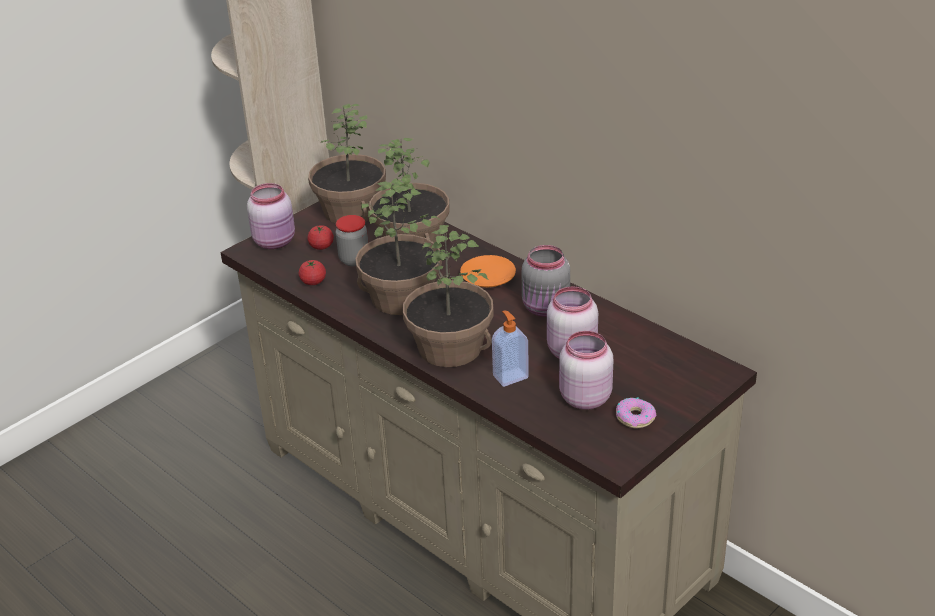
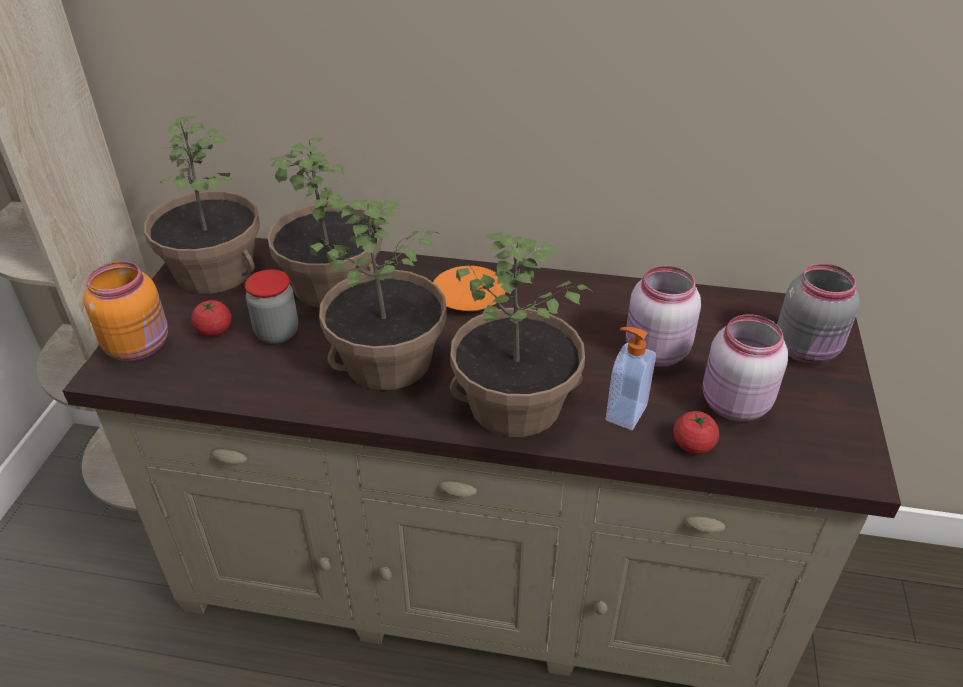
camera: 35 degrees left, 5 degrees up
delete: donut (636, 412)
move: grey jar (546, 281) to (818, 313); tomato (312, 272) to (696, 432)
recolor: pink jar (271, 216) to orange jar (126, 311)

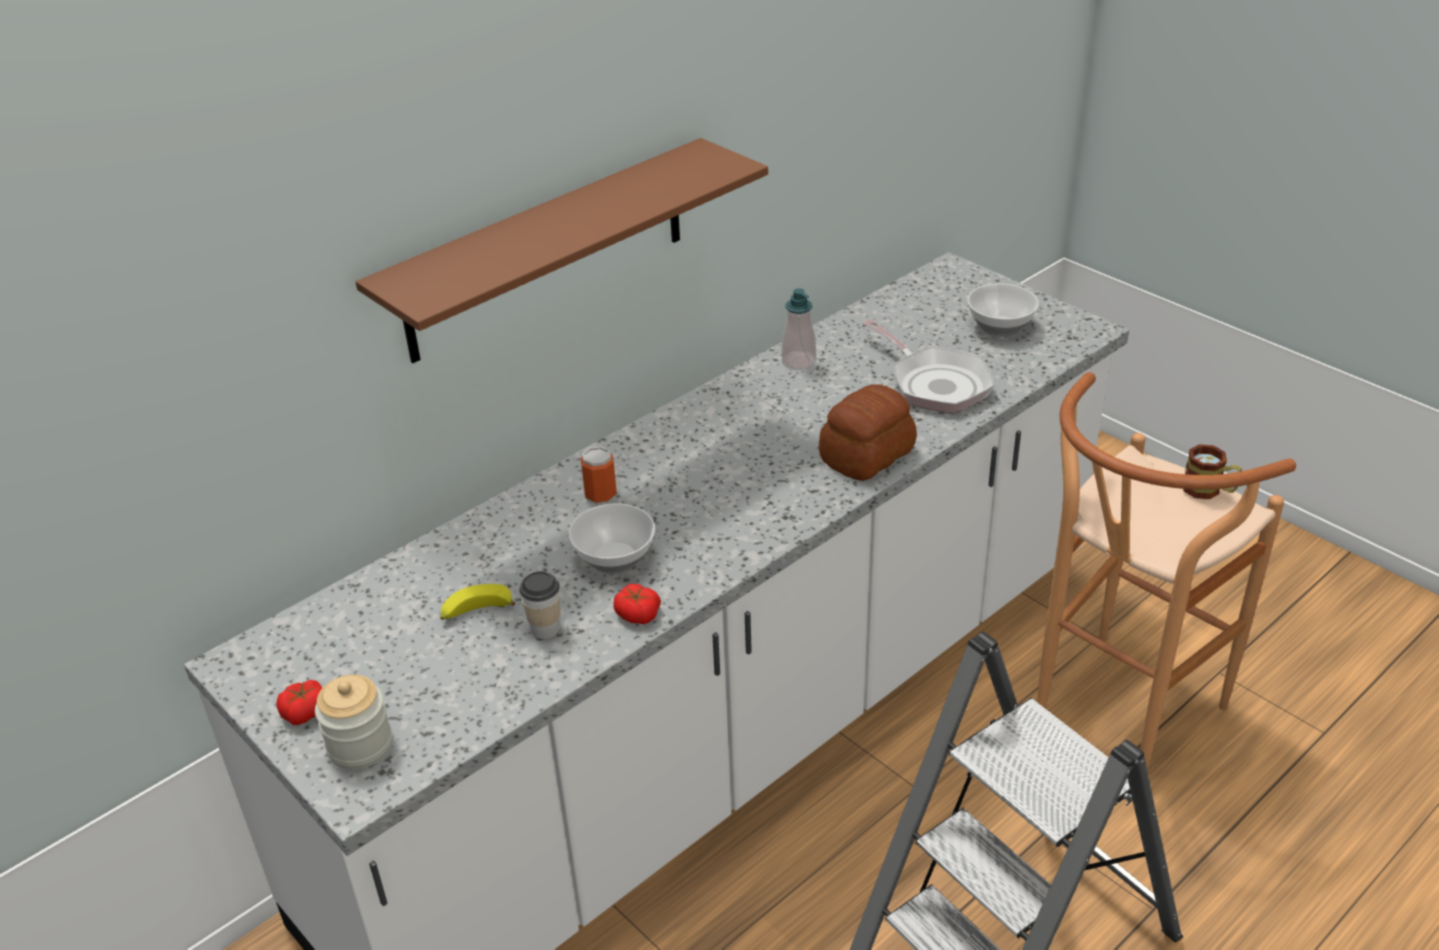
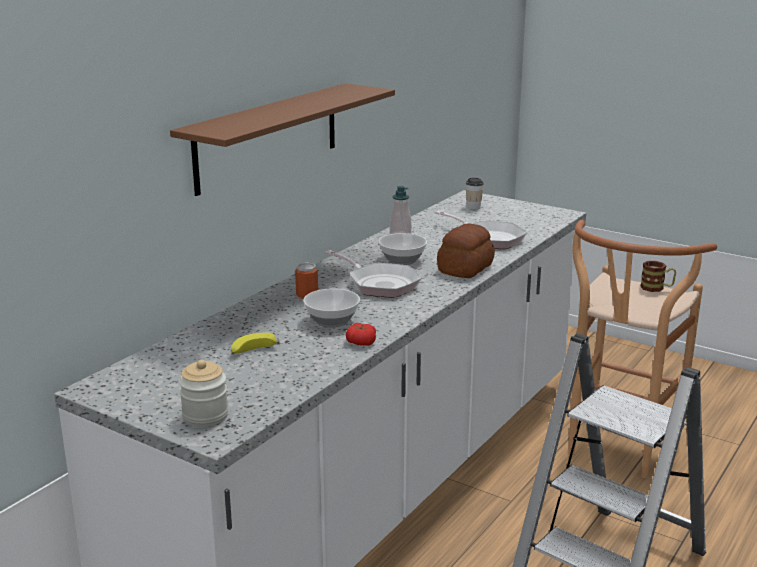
camera: 15 degrees left, 15 degrees down
delete: tomato (299, 702)
insert: frying pan (373, 274)
move: bowl (1003, 310) to (402, 249); cup (539, 605) to (475, 194)

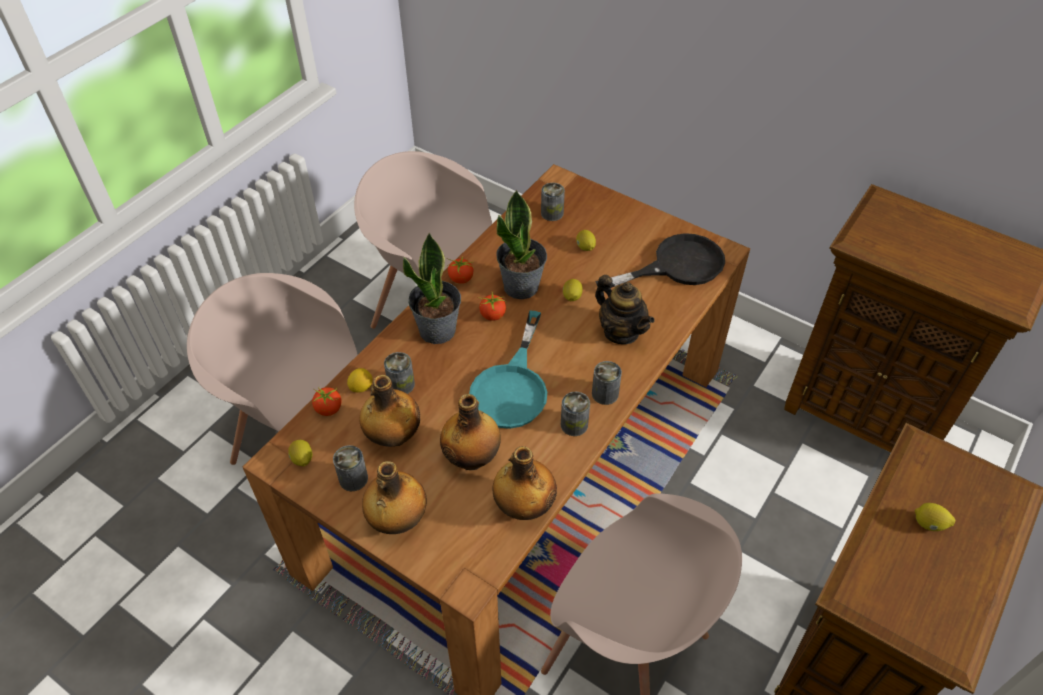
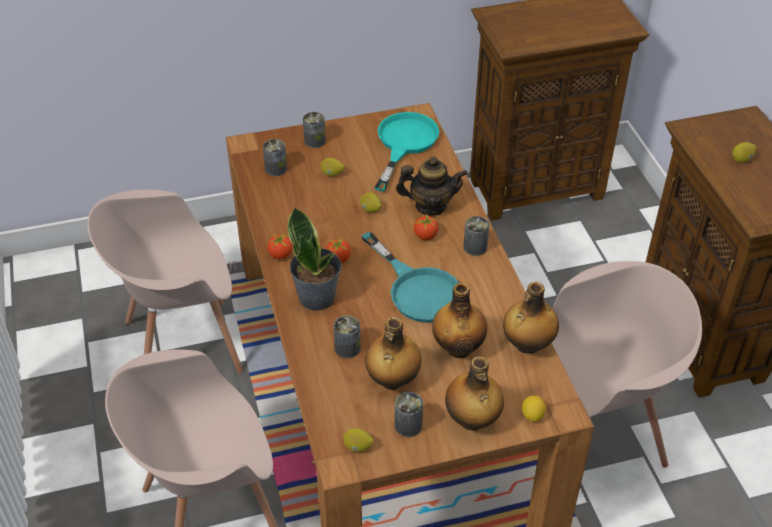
camera: 50 degrees left, 5 degrees down
delete: potted plant (521, 244)
move: lemon (360, 380) to (534, 409); tomato (326, 401) to (427, 227); can (575, 414) to (314, 130)
recolor: black frying pan (660, 260) to turquoise frying pan (406, 152)

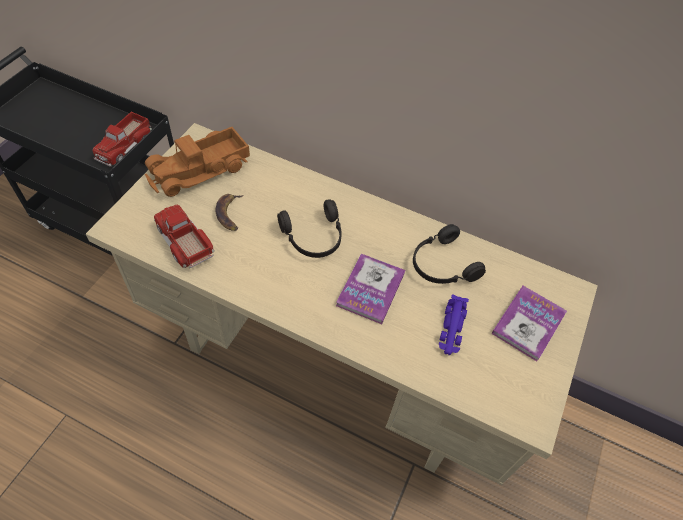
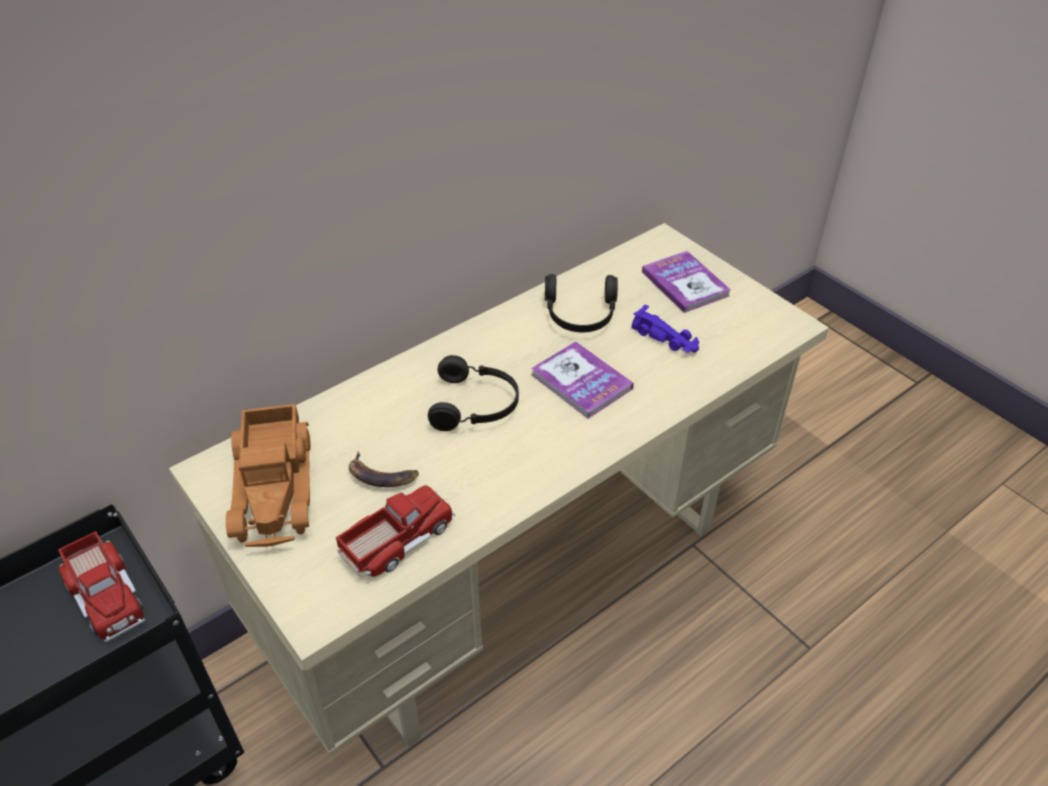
camera: 60 degrees left, 10 degrees down
rotate: toy truck (184, 236) = (395, 531) 150 degrees clockwise

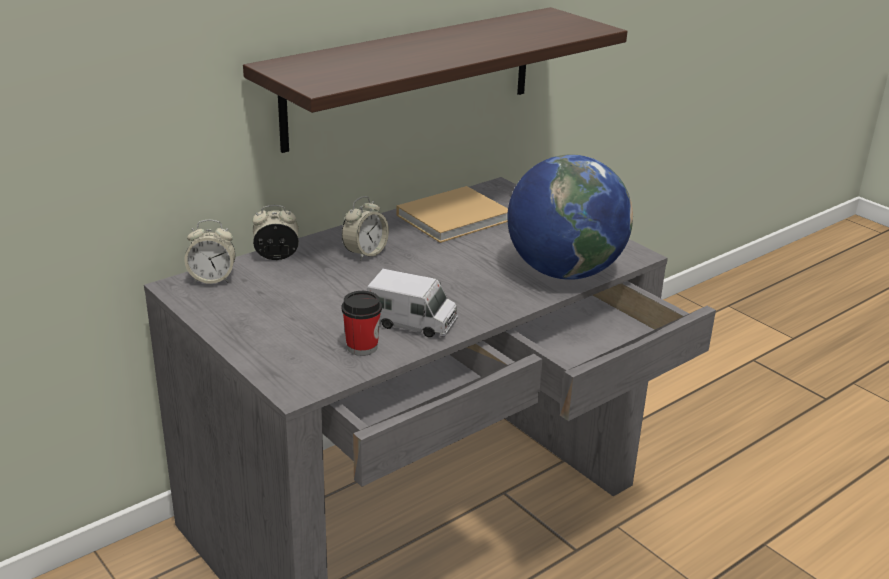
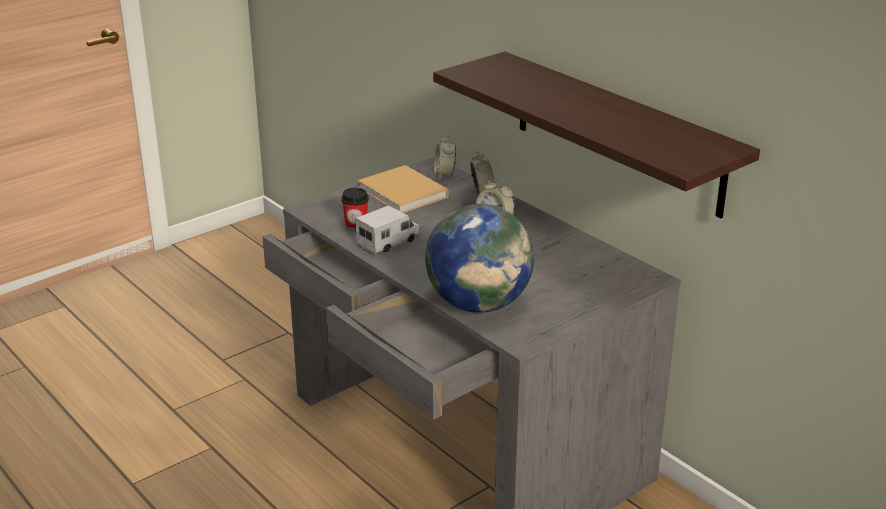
camera: 90 degrees right, 0 degrees up
move: beige book (452, 214) to (402, 189)
rotate: toy truck (412, 303) = (388, 230) 150 degrees counterclockwise

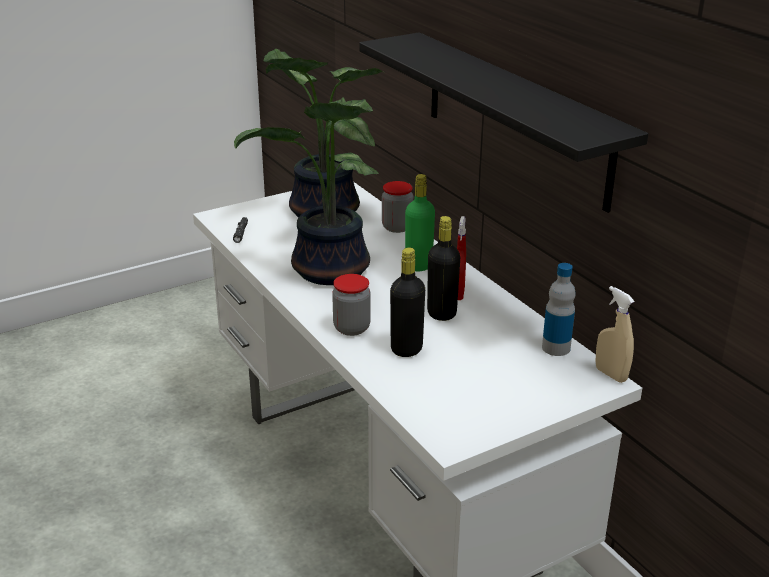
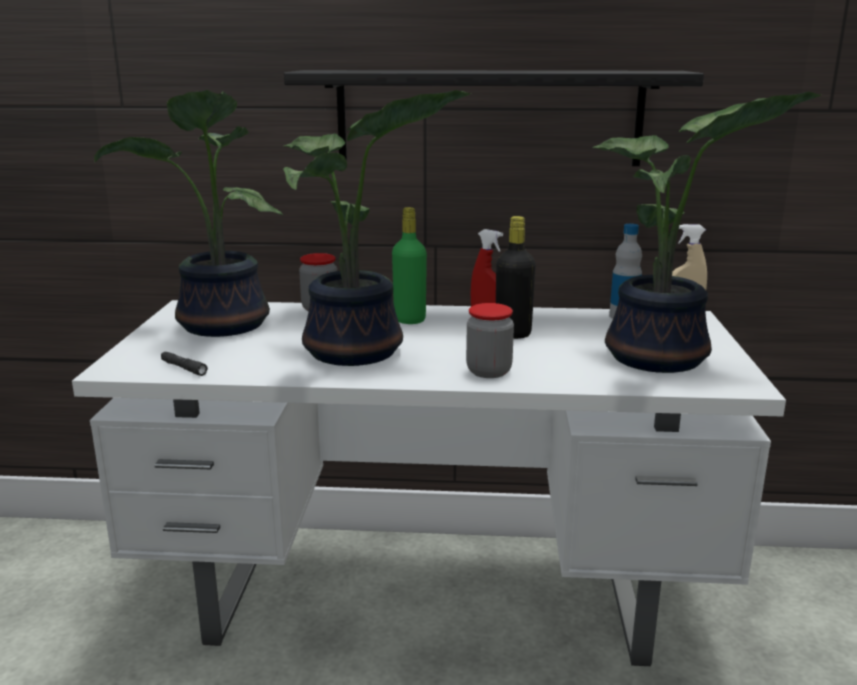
camera: 55 degrees left, 10 degrees down
delete: black bottle (407, 302)
insert: potted plant (706, 232)

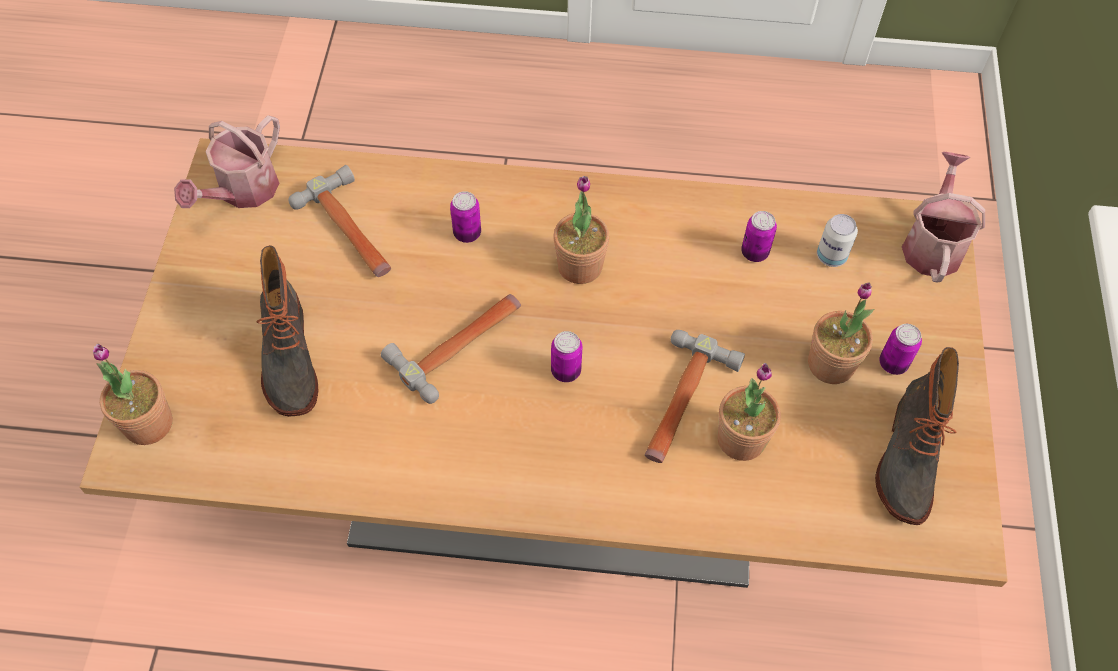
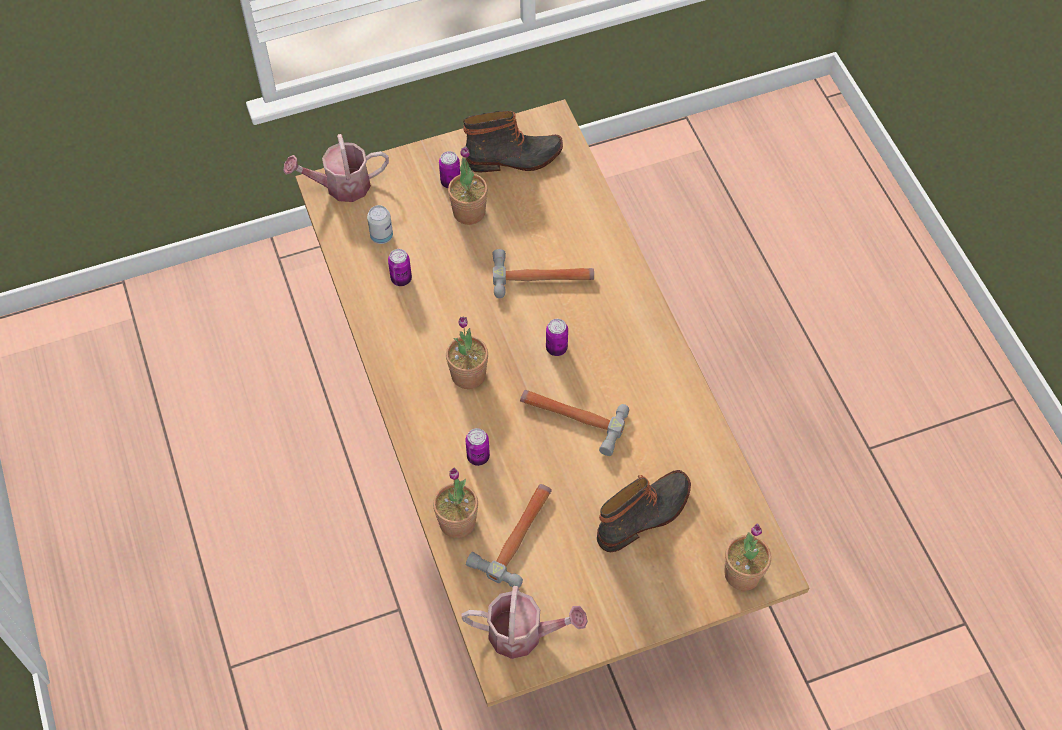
camera: 115 degrees left, 0 degrees up
move: potted plant (749, 412) to (455, 503)

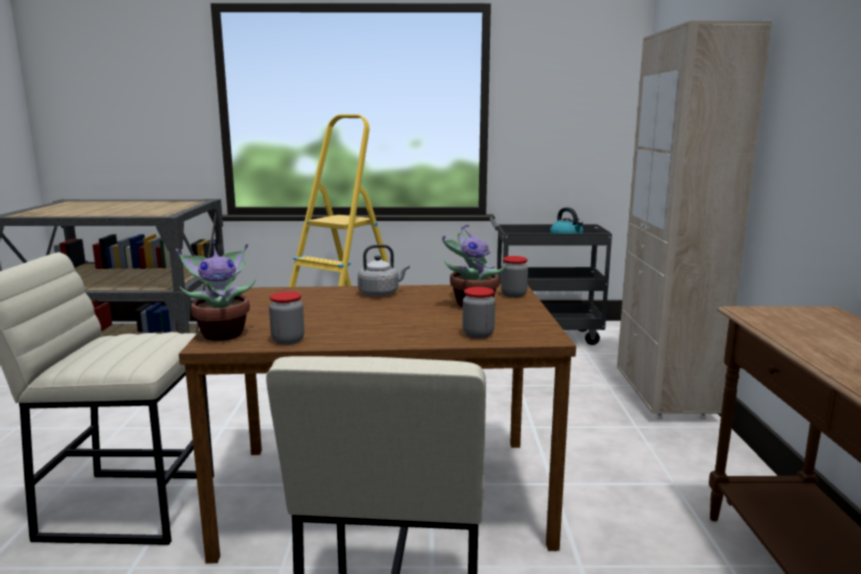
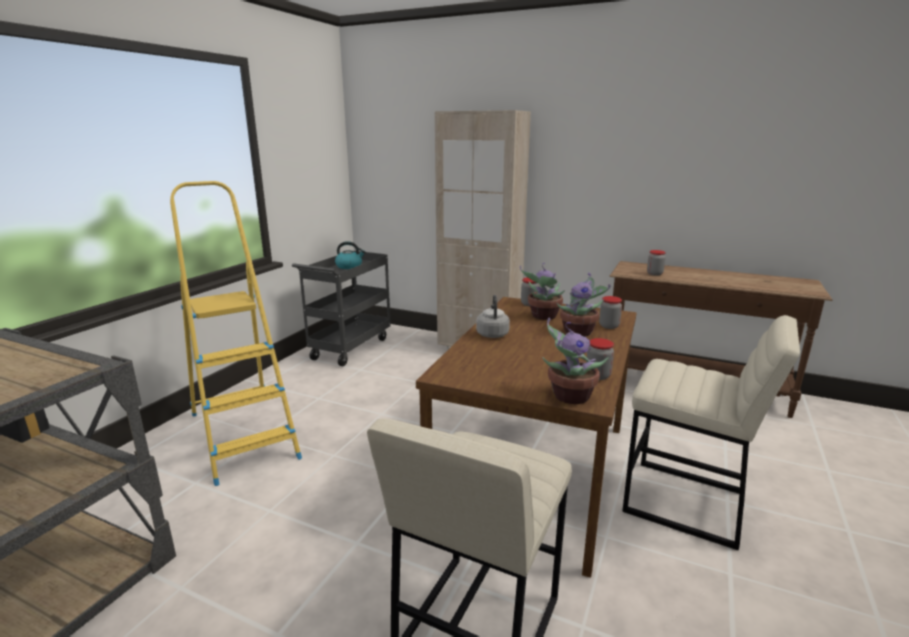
camera: 65 degrees left, 5 degrees up
insert: jar (656, 263); potted plant (583, 304)

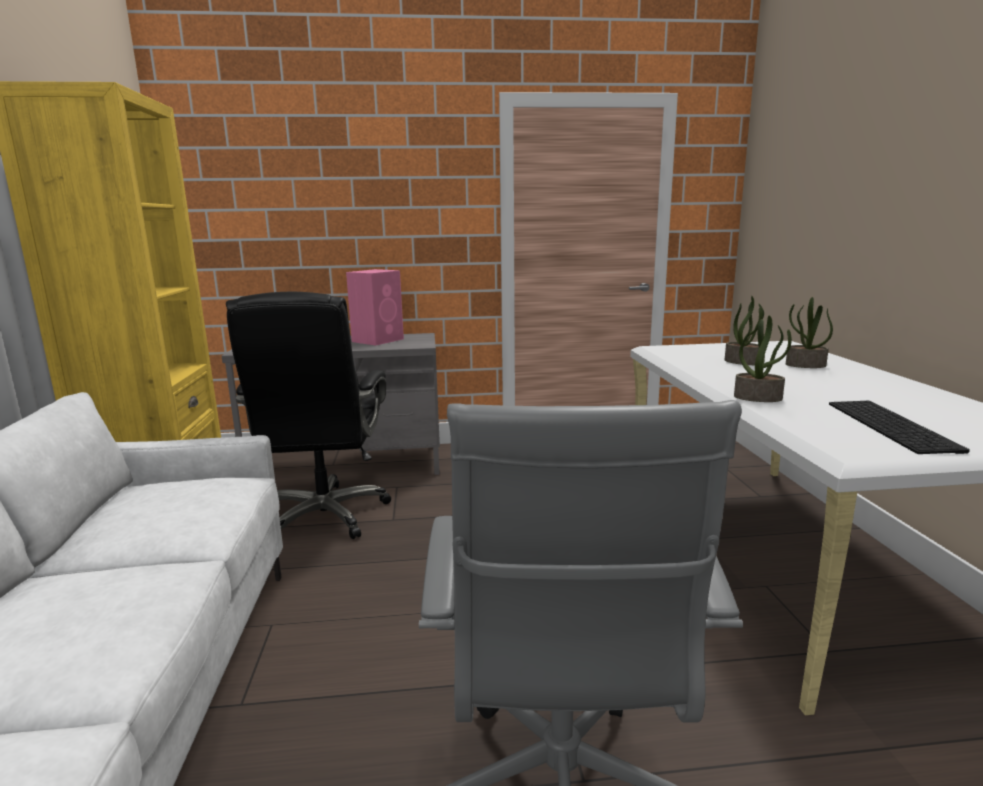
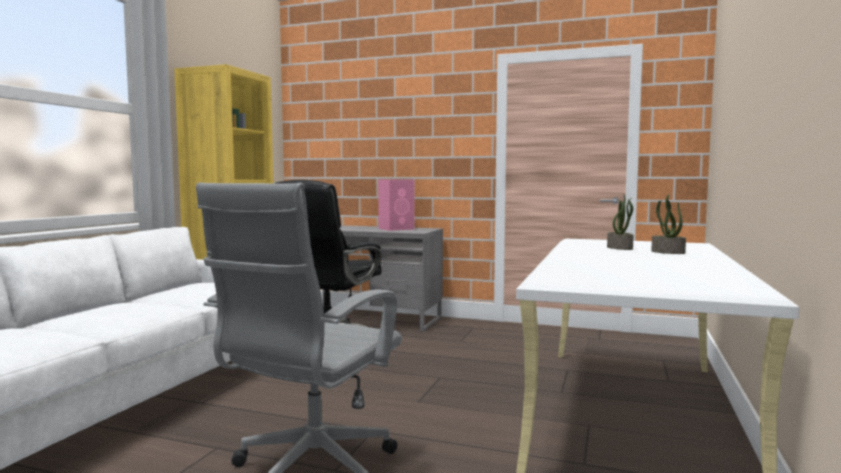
camera: 25 degrees right, 10 degrees down
delete: potted plant (763, 358); keyboard (899, 427)

